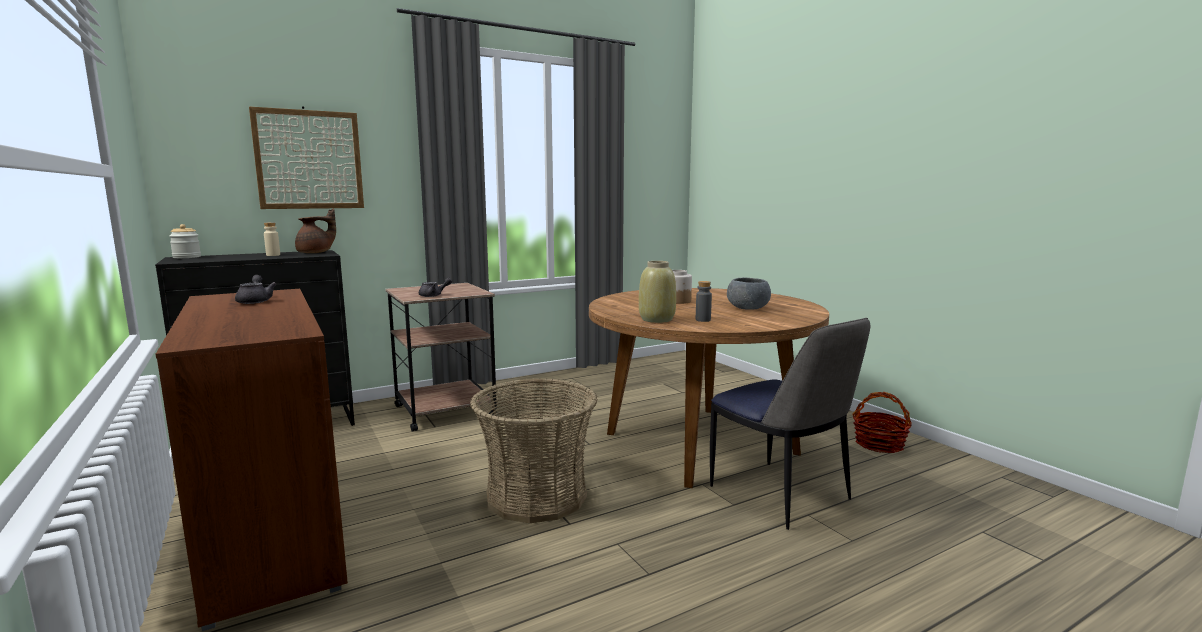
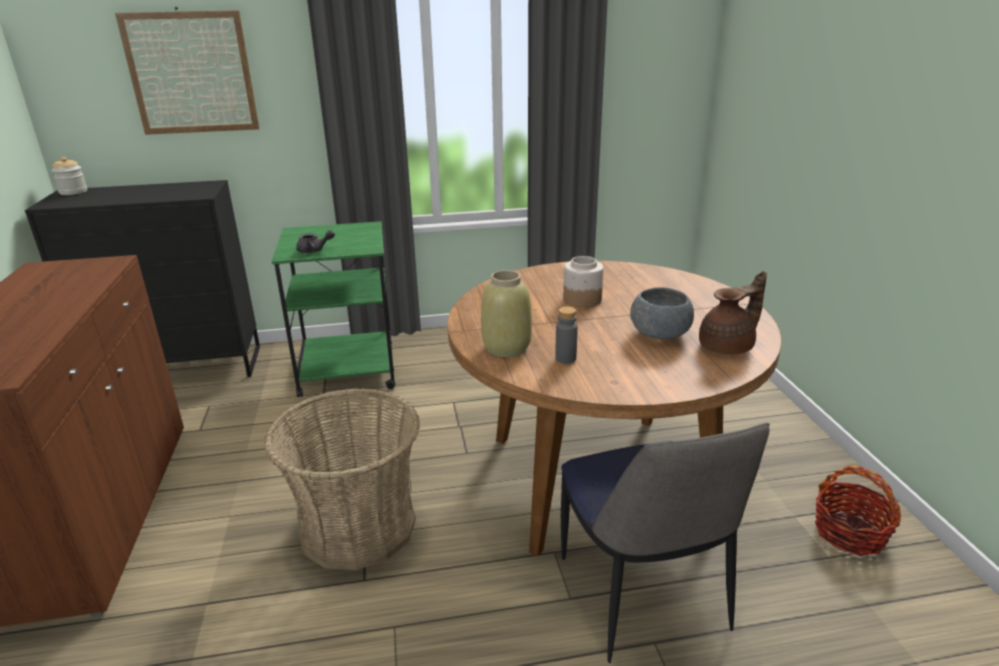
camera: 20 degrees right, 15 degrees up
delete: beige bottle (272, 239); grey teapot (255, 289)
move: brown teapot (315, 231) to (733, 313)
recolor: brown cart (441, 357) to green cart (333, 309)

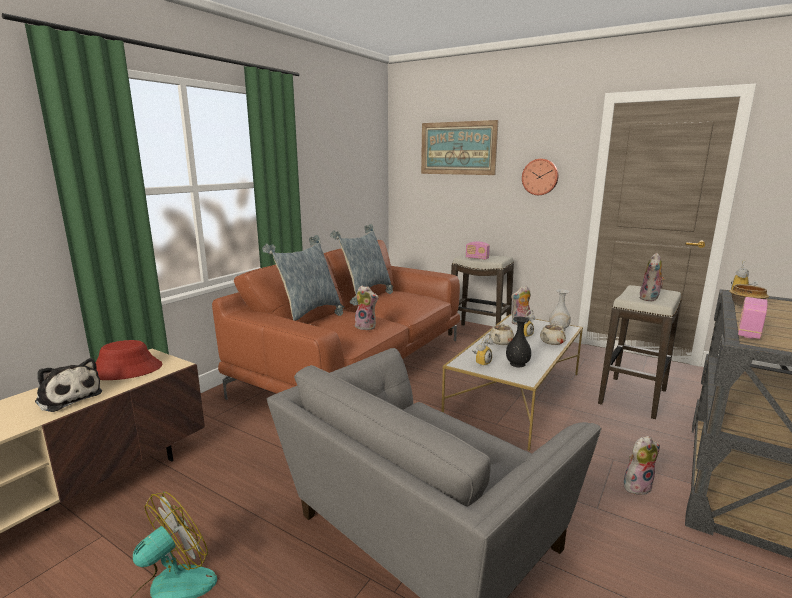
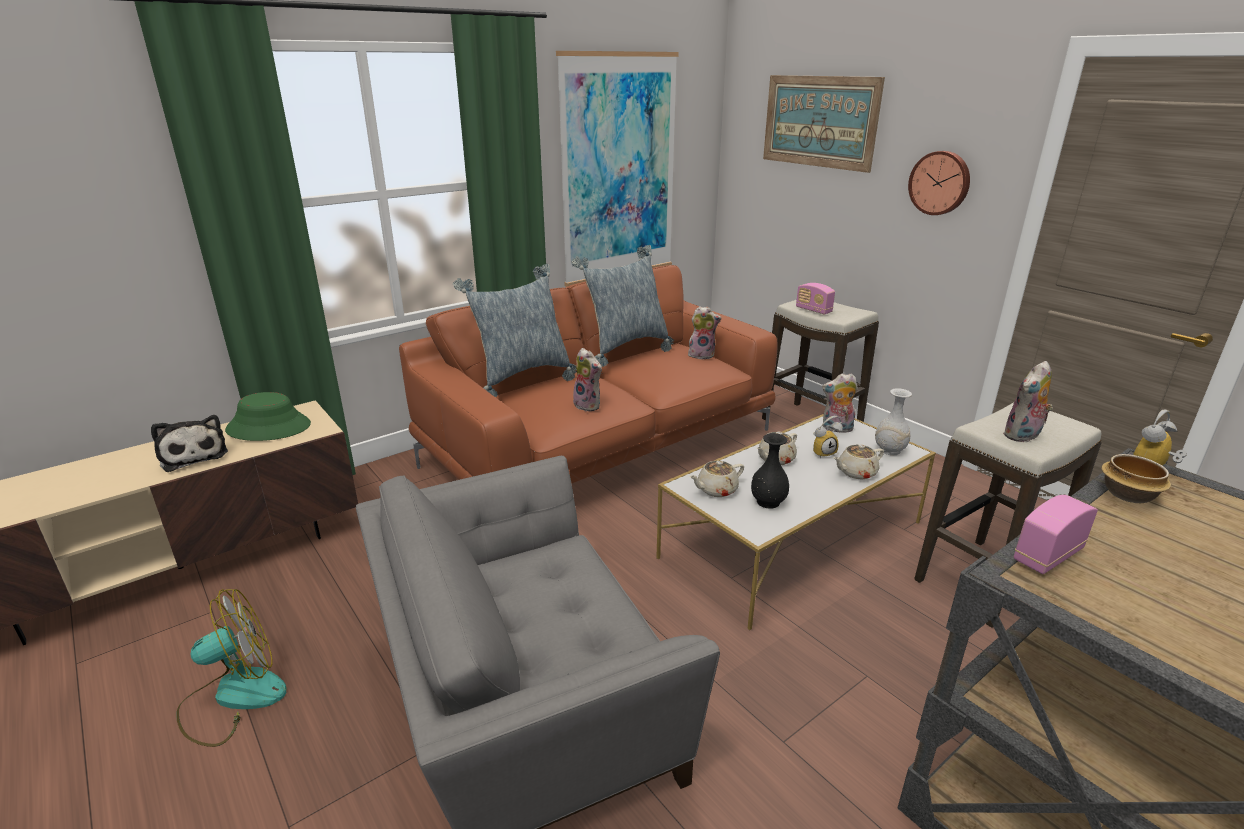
camera: 20 degrees right, 10 degrees up
insert: picture (617, 169)
move: plush toy (642, 465) to (704, 333)
replace: alarm clock (482, 350) to beige teapot (716, 479)
recolor: red hat (129, 360) to green hat (268, 416)

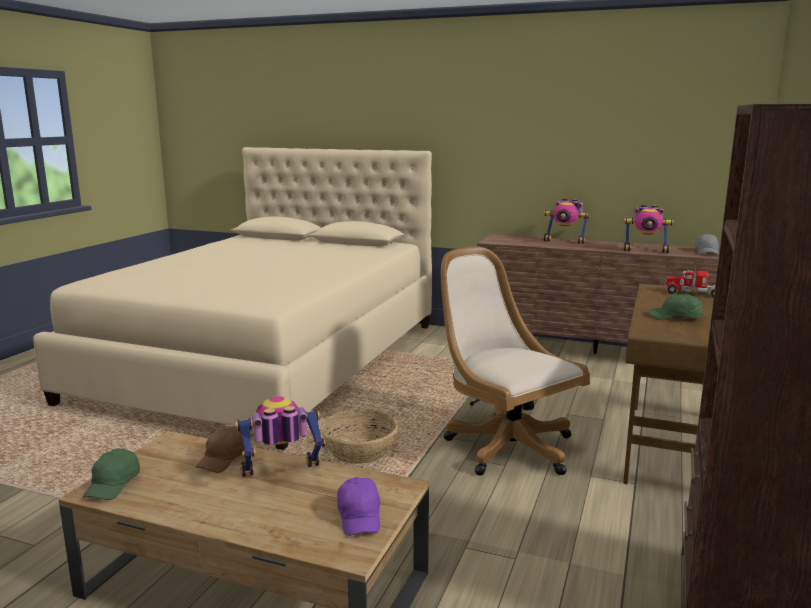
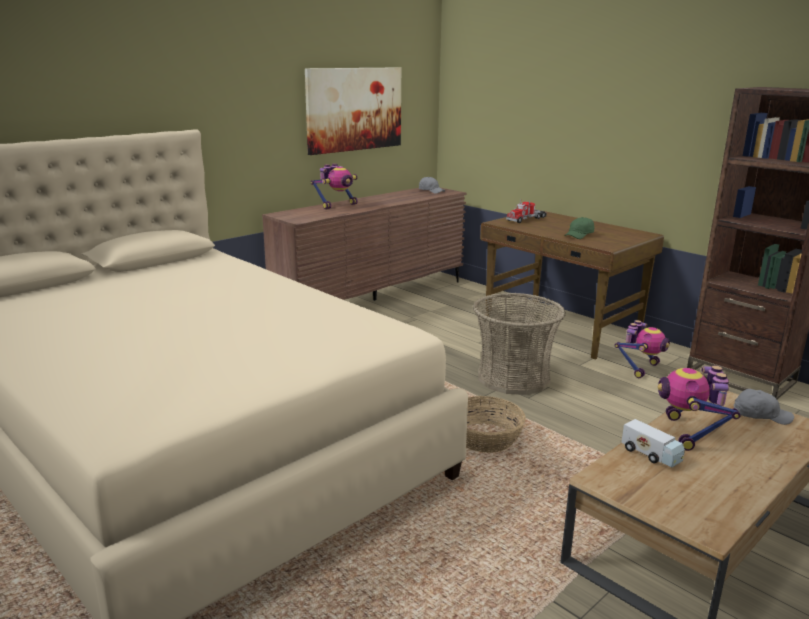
camera: 65 degrees left, 5 degrees up
delete: green cap (111, 474)
insert: picture (353, 111)
move: toy robot (648, 229) to (642, 349)
replace: office chair (515, 361) to basket (519, 344); brown cap (220, 449) to toy truck (653, 443)
recolor: purple cap (358, 506) to grey cap (764, 407)

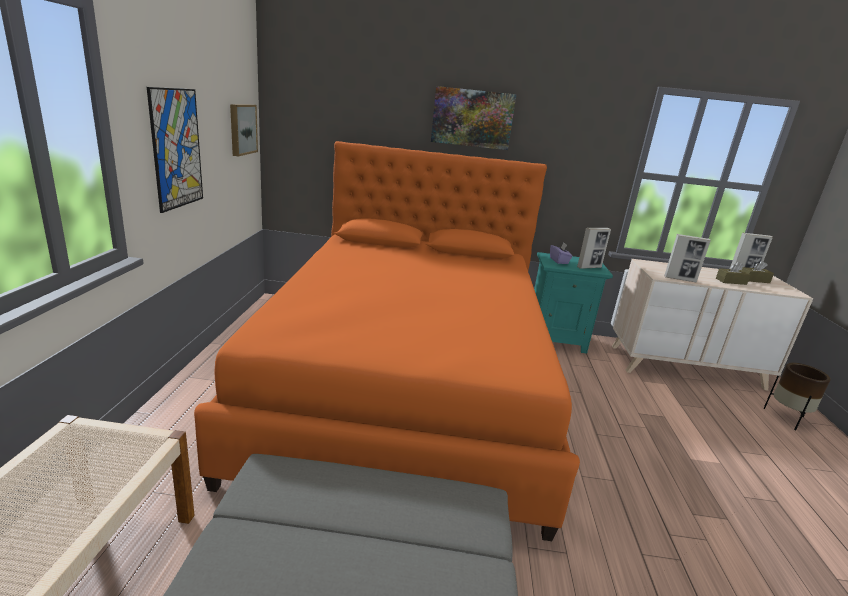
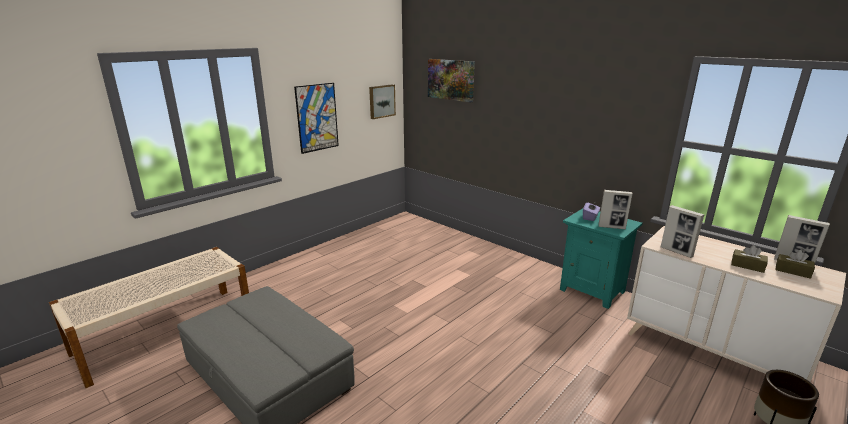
camera: 40 degrees right, 0 degrees up
delete: orange bed (387, 341)
move: picture (474, 118) to (451, 80)

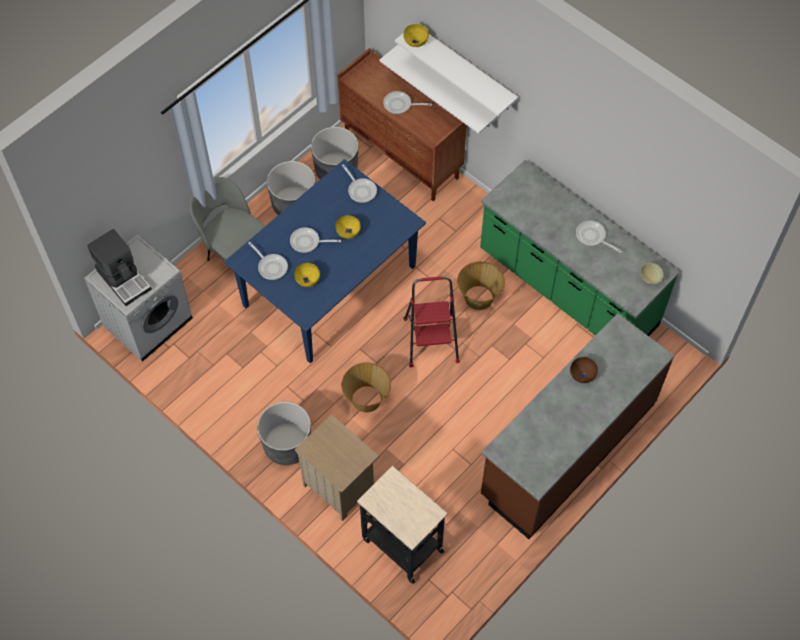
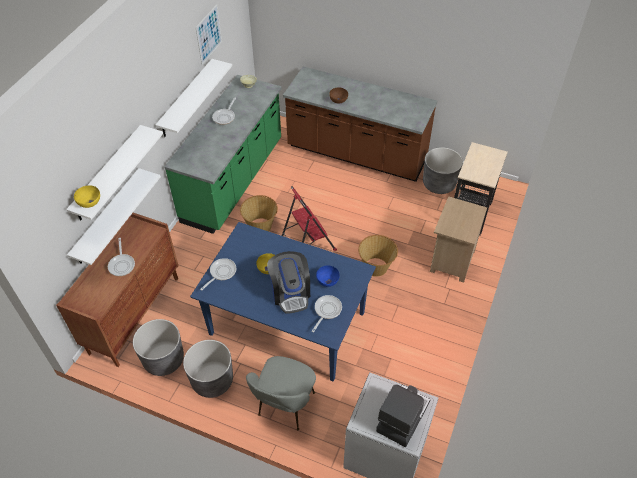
camera: 110 degrees left, 10 degrees down
insert: picture (208, 34); white shelf (194, 98)
move: grey planter (284, 433) to (443, 170)
replace: frying pan (315, 240) to coffee machine (288, 282)
recolor: yellow bowl (307, 275) to blue bowl (328, 276)

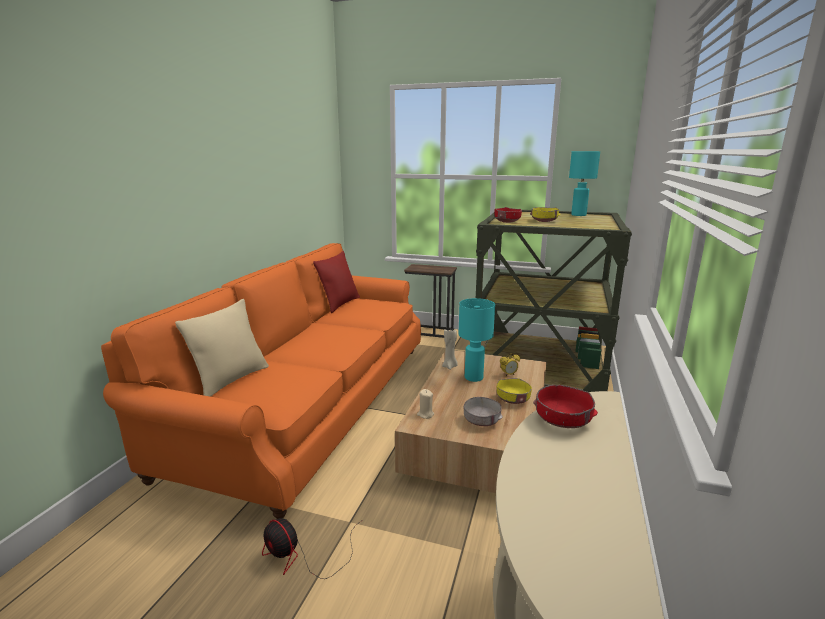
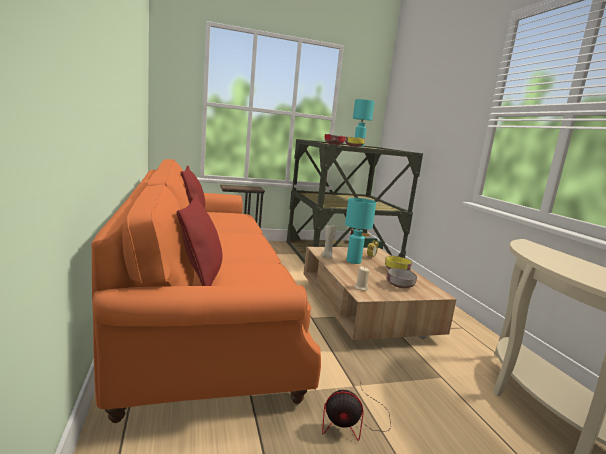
camera: 35 degrees left, 5 degrees down
delete: red bowl (565, 406)
recolor: beige pillow (222, 348) to red pillow (200, 240)

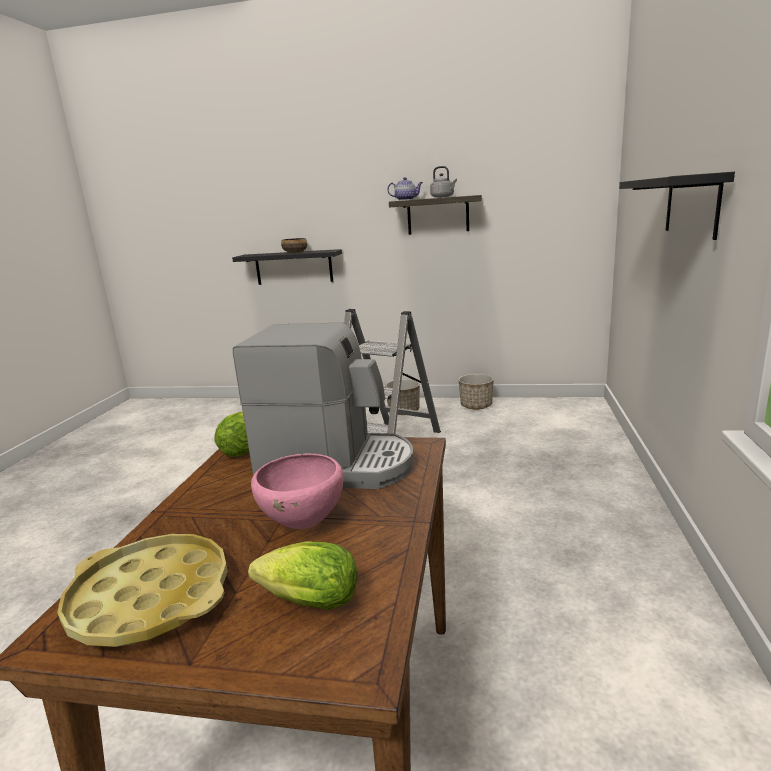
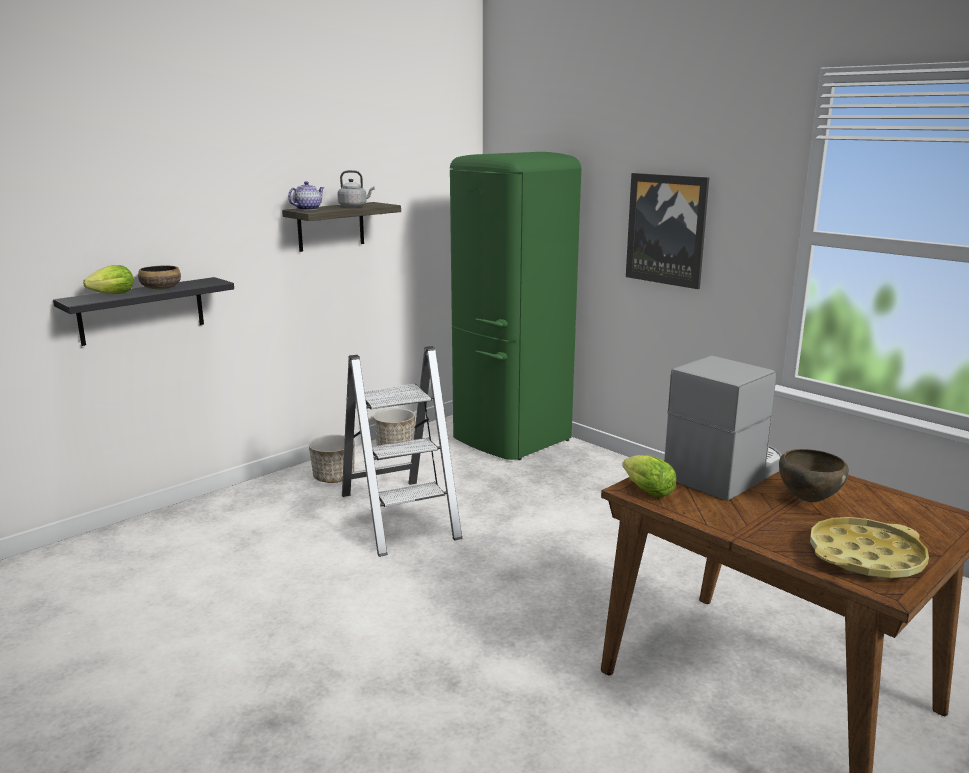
camera: 55 degrees left, 0 degrees up
insert: green fridge (515, 306)
move: lettuce (303, 575) to (108, 279)
replace: black shelf (677, 206) to picture (667, 231)
recolor: pink bowl (297, 491) to brown bowl (814, 475)

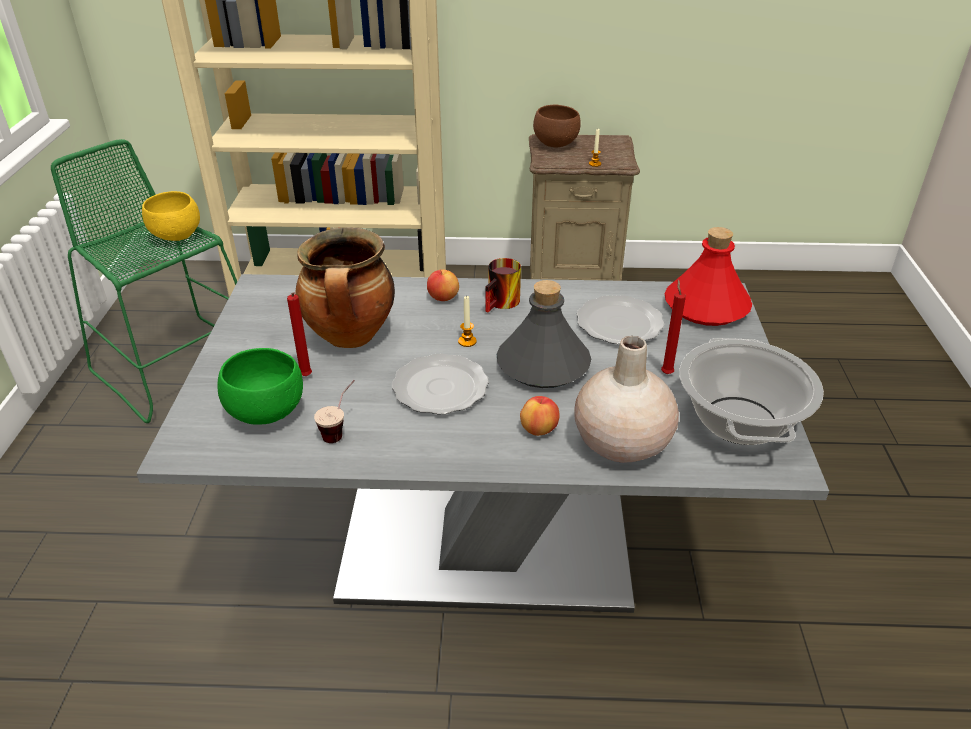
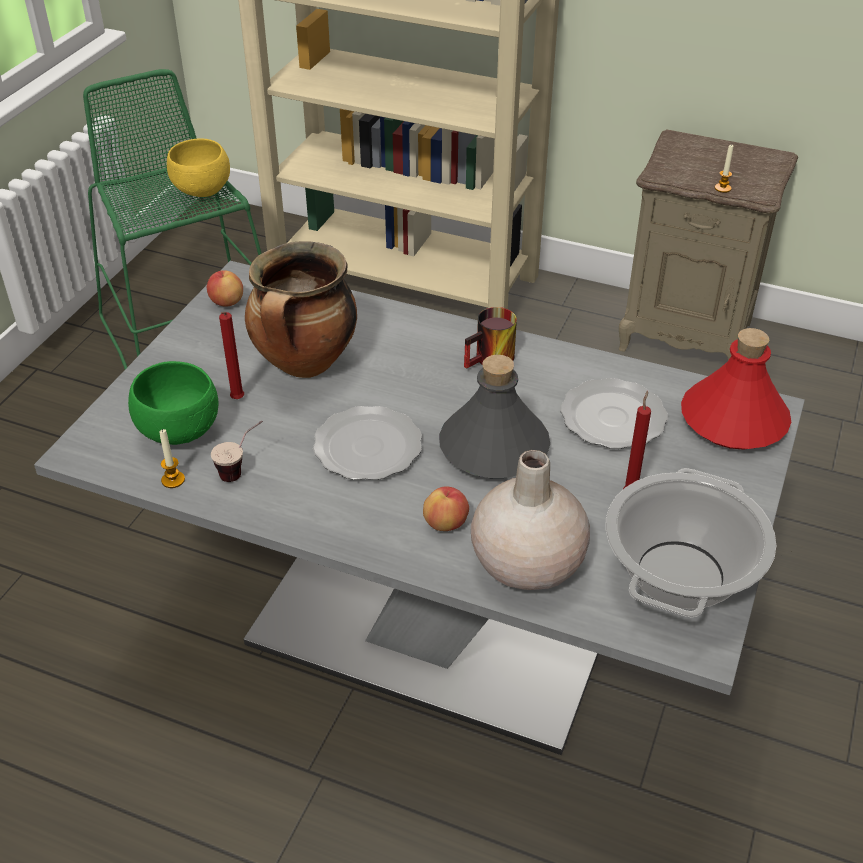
camera: 20 degrees right, 5 degrees up
delete: brown bowl (557, 126)
move: apple (443, 285) to (225, 288); candle (467, 321) to (172, 458)

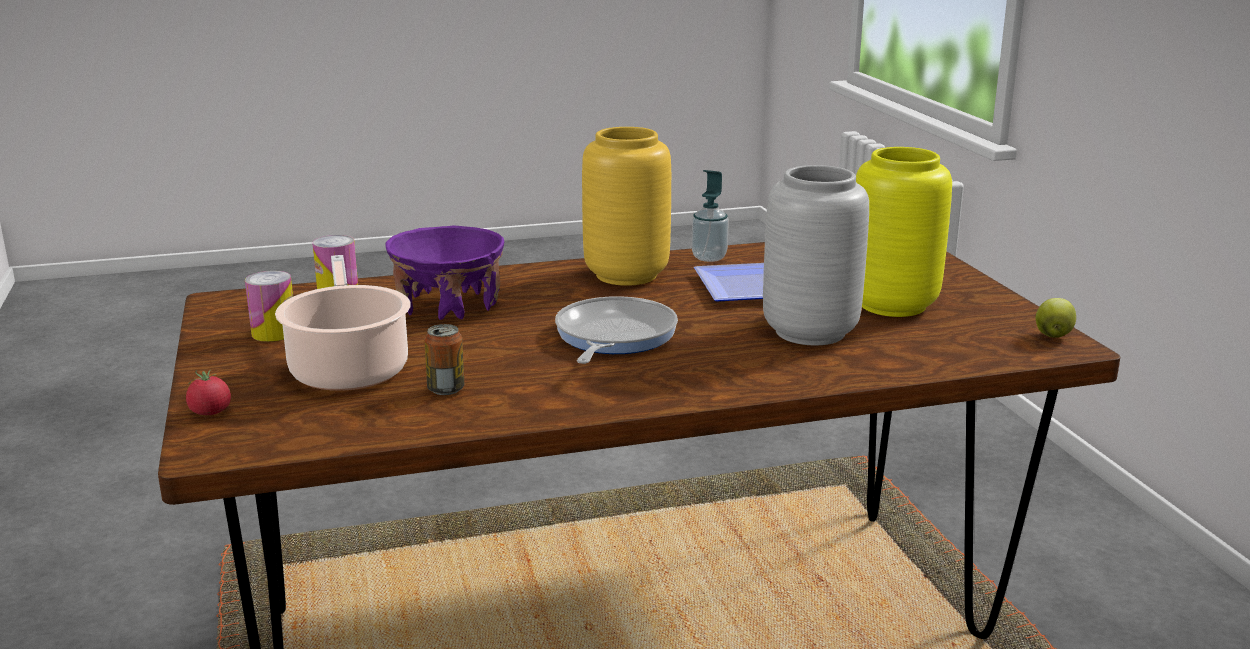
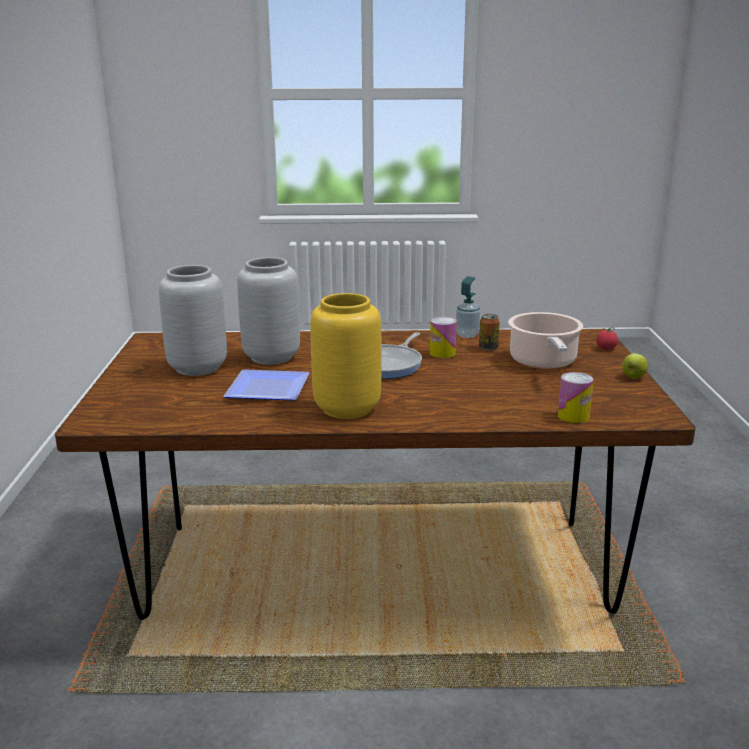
camera: 165 degrees left, 0 degrees up
delete: purple bowl (444, 272)
move: soap dispenser (710, 216) to (468, 307); can (269, 306) to (443, 337); apple (1056, 318) to (635, 366)
recolor: yellow vase (904, 232) to grey vase (193, 320)

